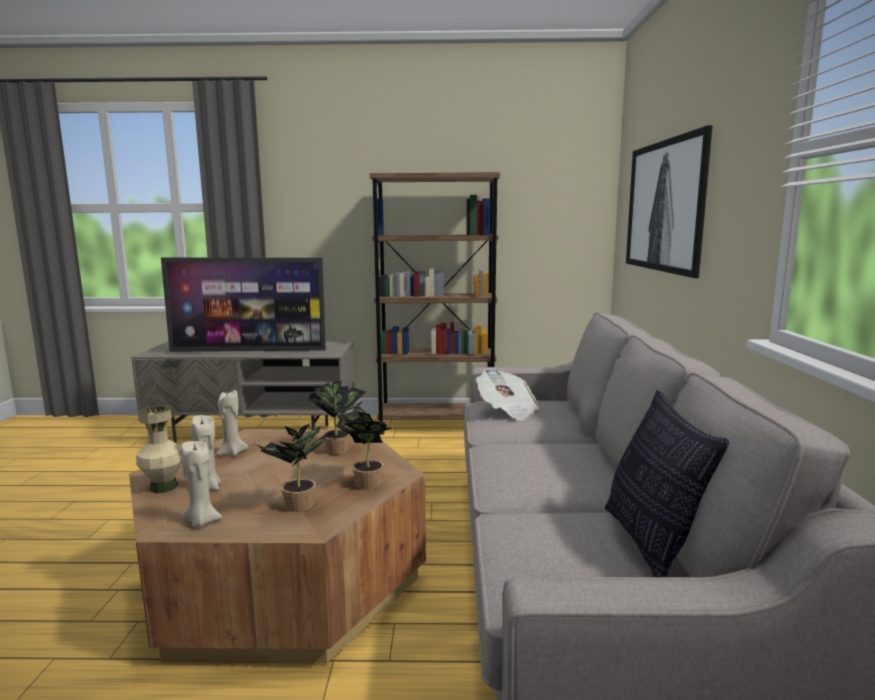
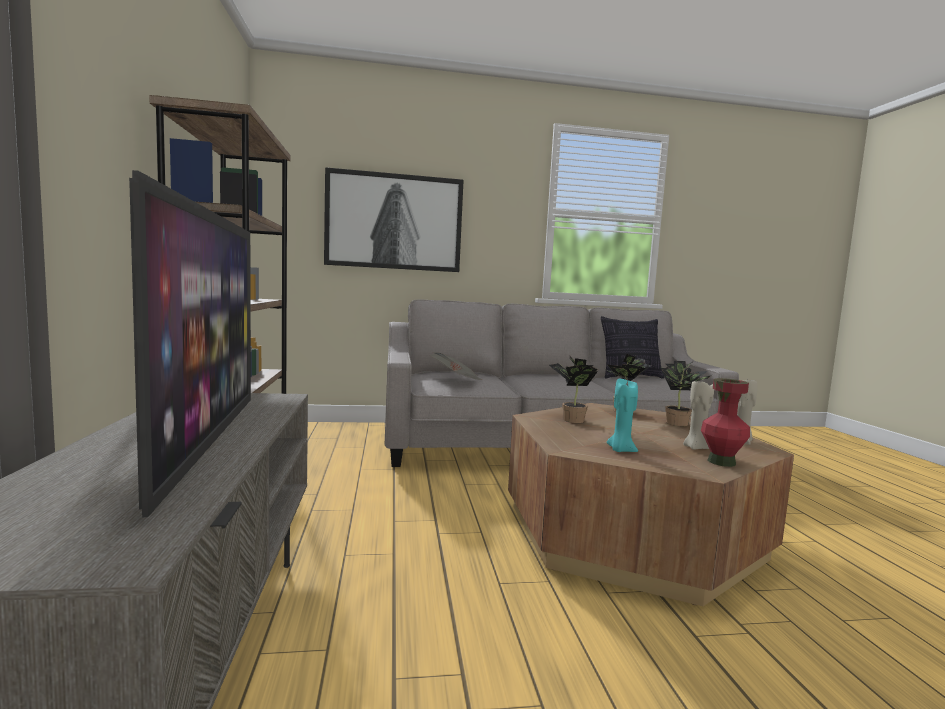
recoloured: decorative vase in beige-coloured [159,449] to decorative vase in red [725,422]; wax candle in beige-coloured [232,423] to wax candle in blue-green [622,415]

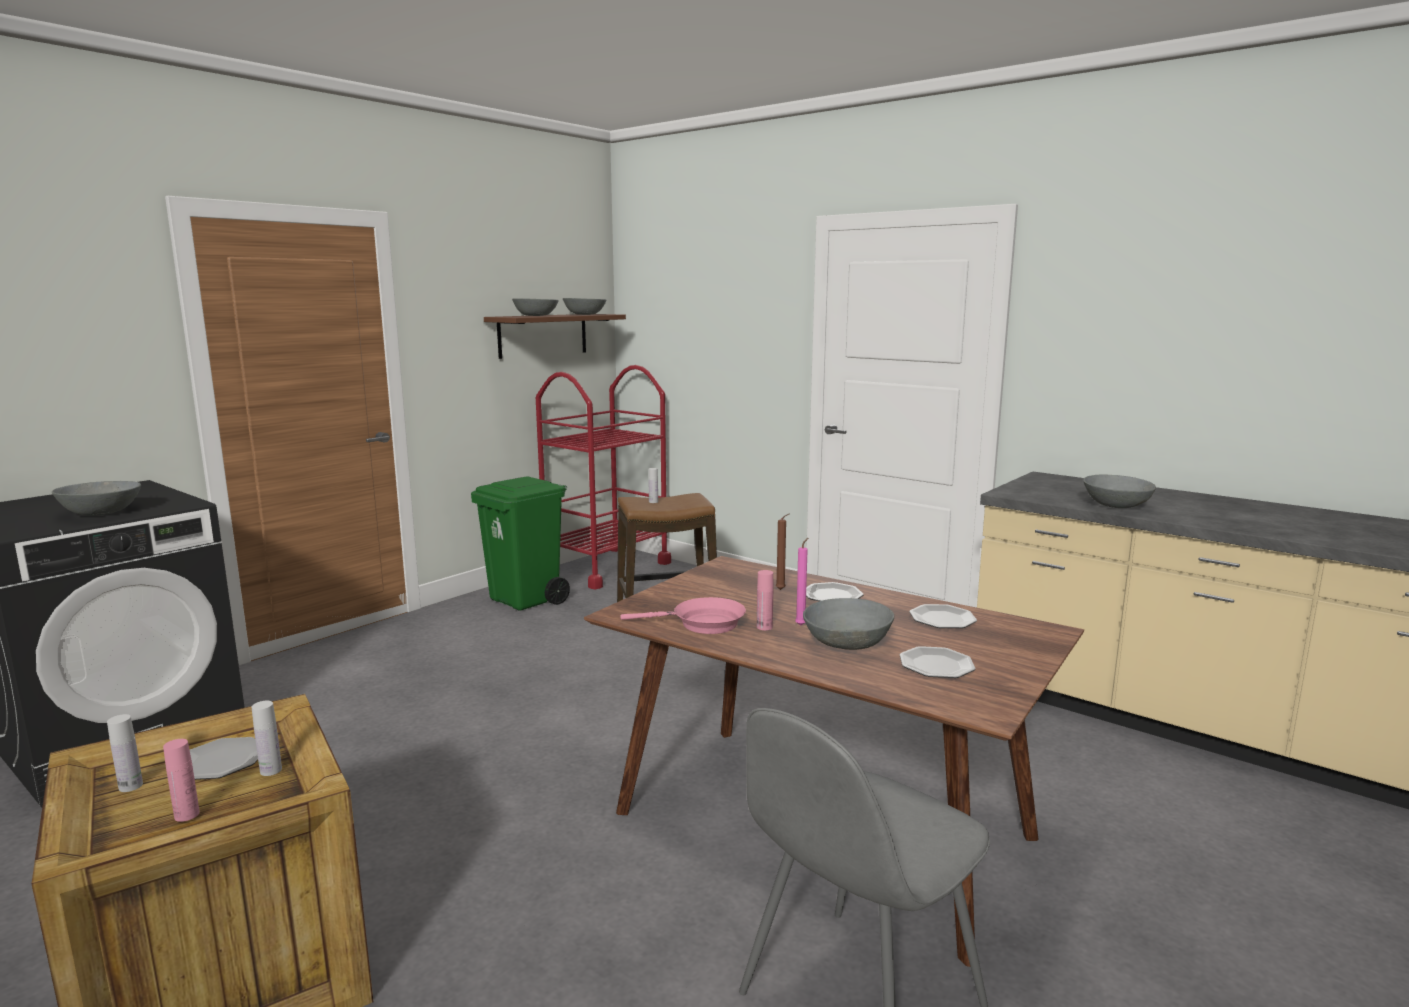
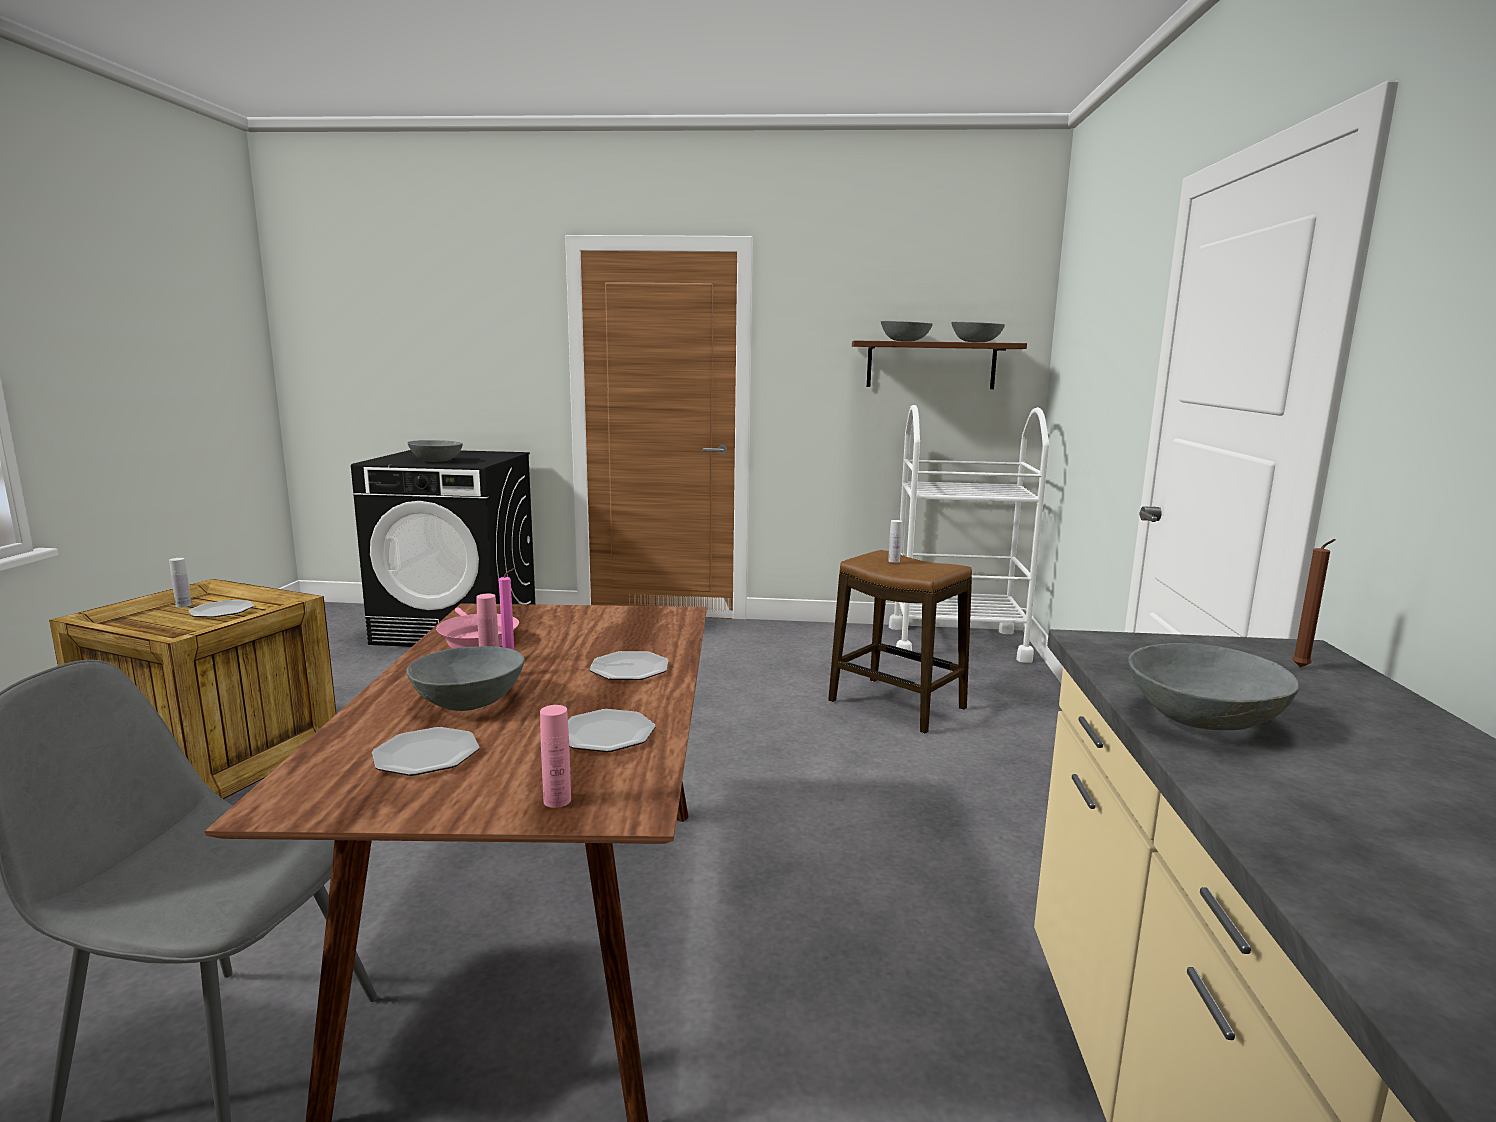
removed: drink bottle in whitish [267,738]; rubbish bin in green-coloured [520,543]
moved: drink bottle in pink-coloured [181,780] to [555,756]; wax candle in brown-coloured [783,551] to [1314,603]
recoloured: cart in red [603,477] to cart in whitish [969,534]

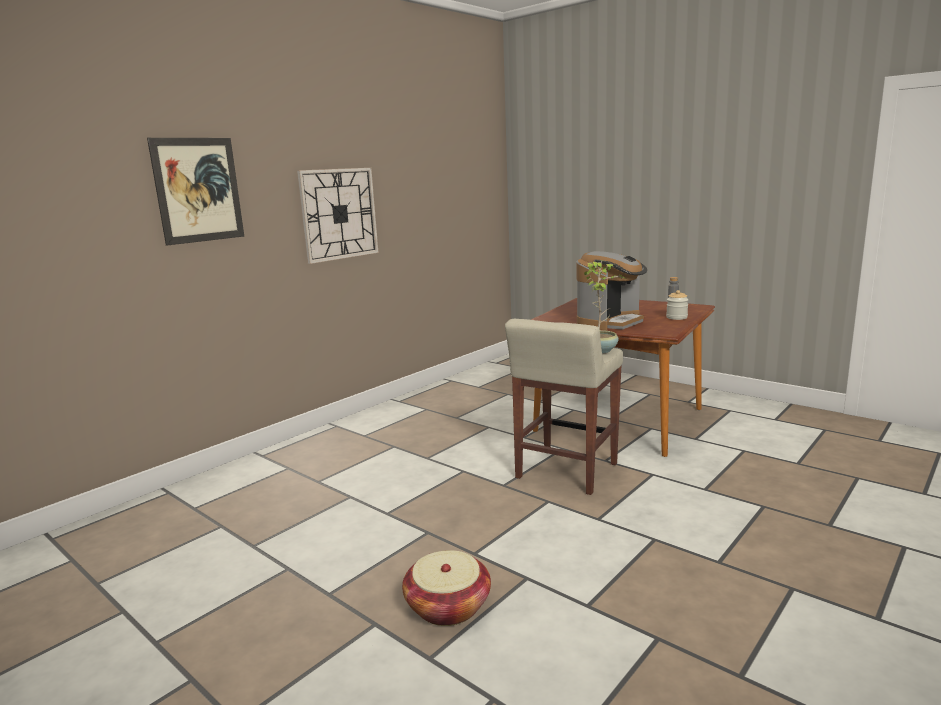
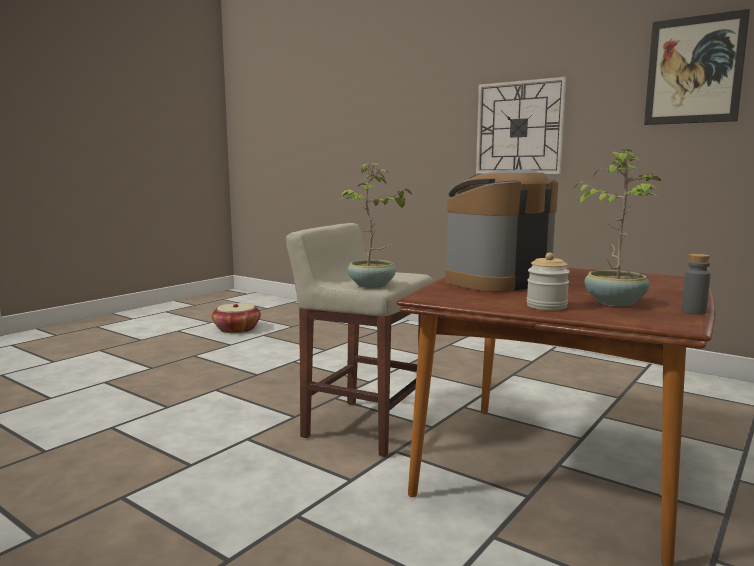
added: houseplant [617,227]
moved: picture [195,192] to [697,67]; household basket [446,588] to [236,318]
turned: coffee maker [611,290] = [501,231] 105 degrees clockwise

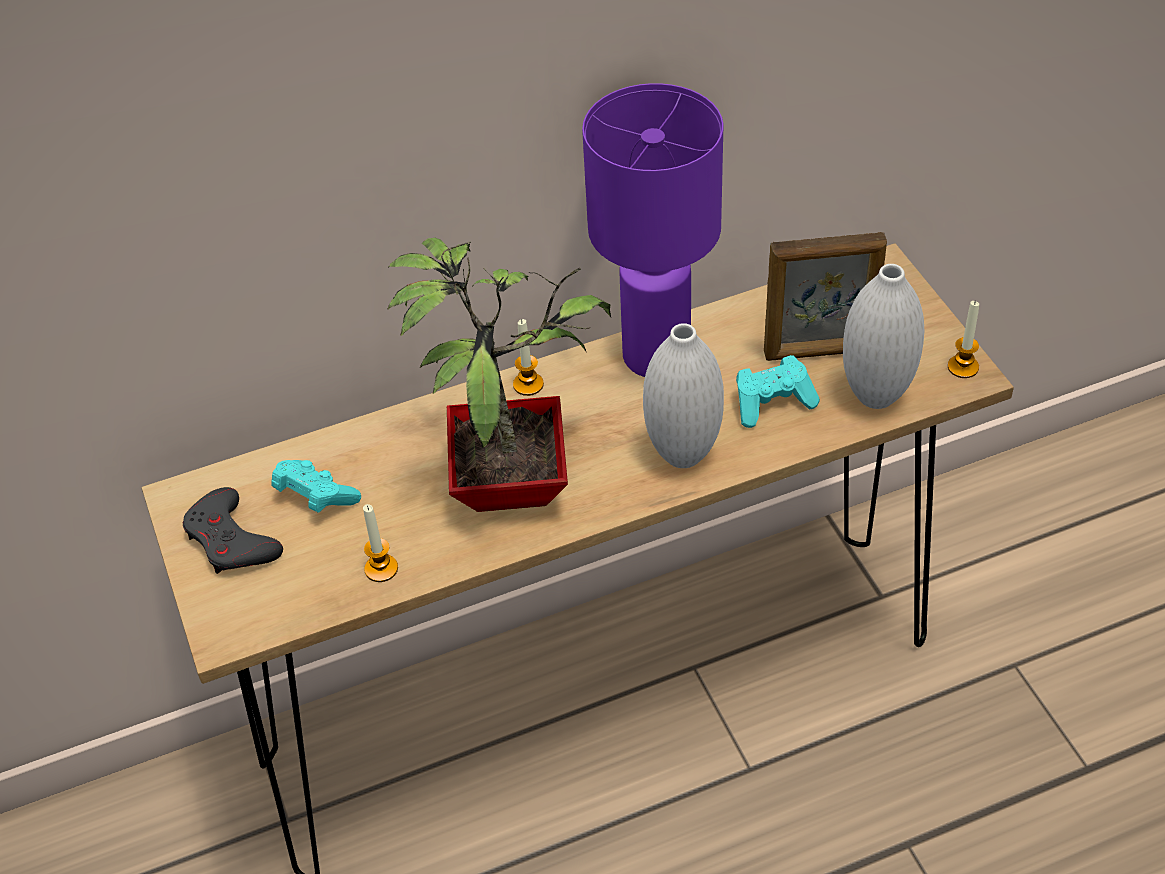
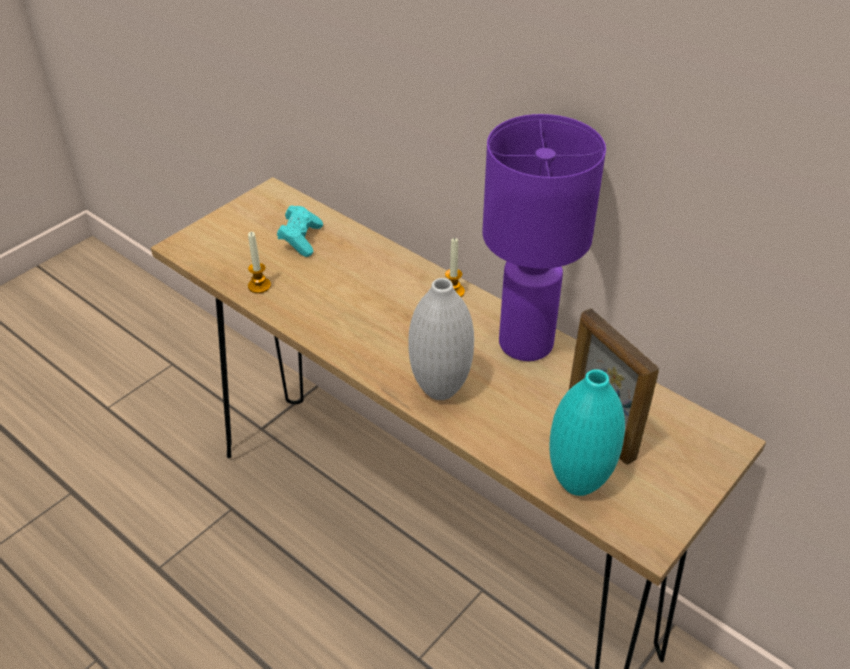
removed: game controller in greyish [233,530]; houseplant [499,375]; game controller in blue-green [778,391]; wax candle [963,339]
recoloured: decorative vase in whitish [883,336] to decorative vase in blue-green [587,432]

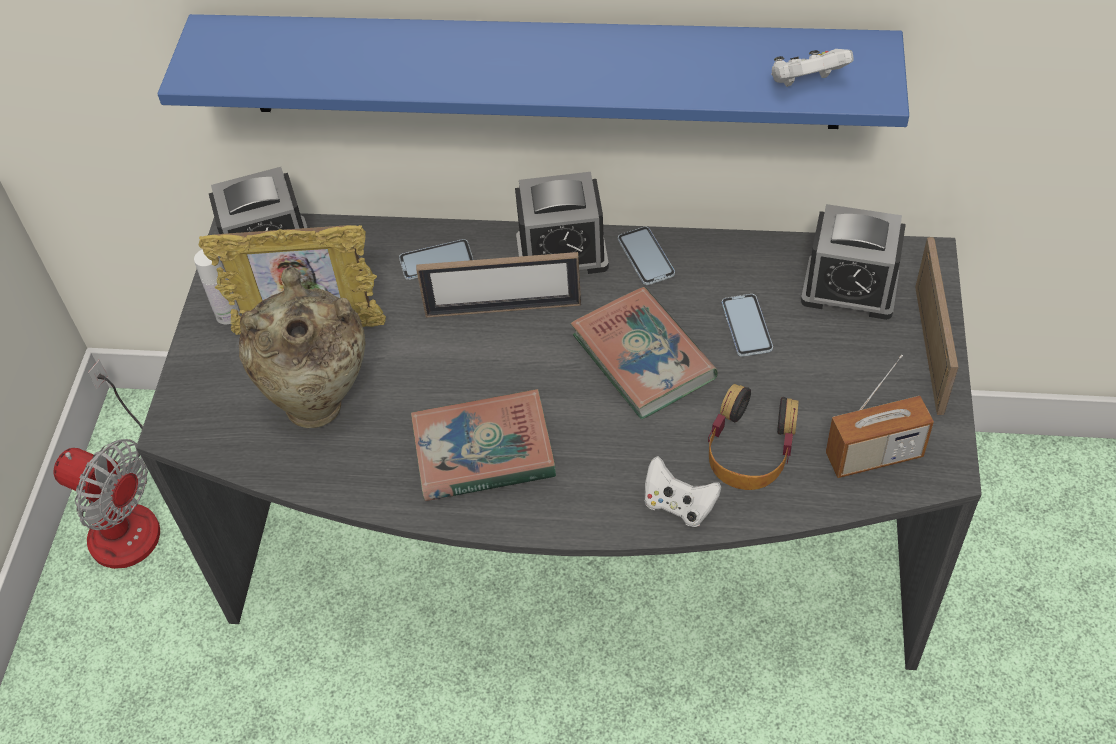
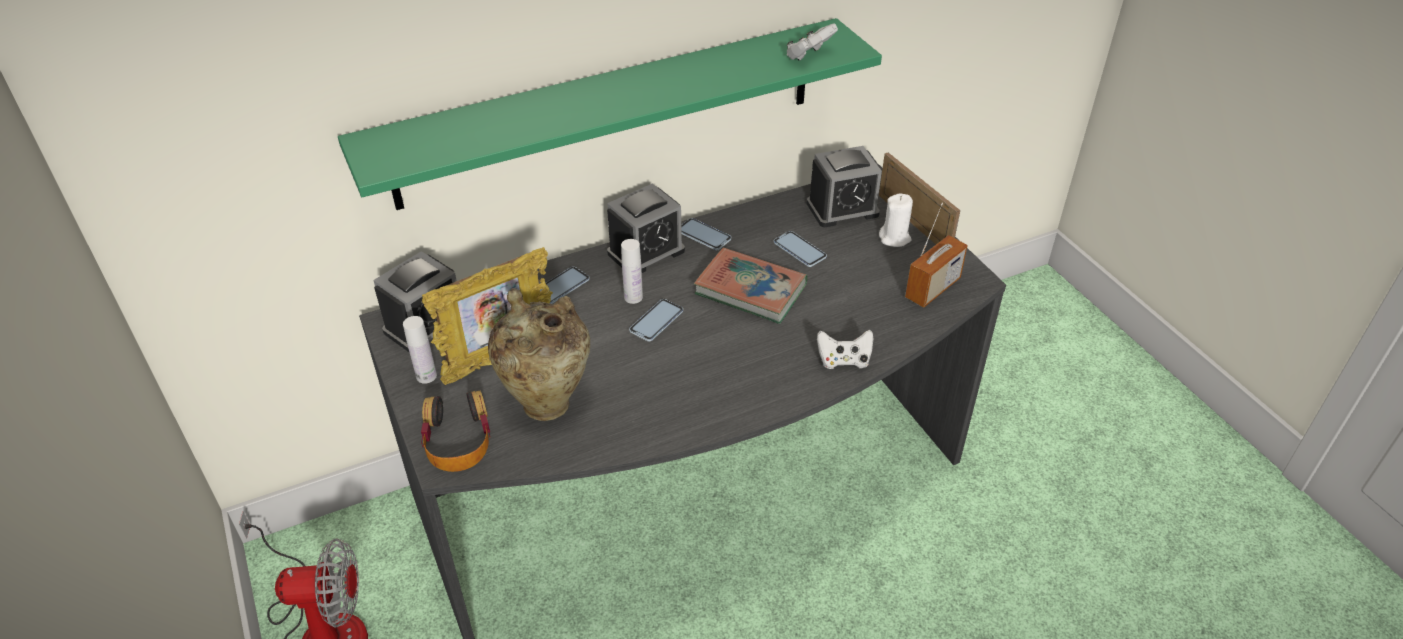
removed: book [483,445]
added: handset [656,320]; wax candle in whitish [896,220]
moved: pair of headphones [753,437] to [455,431]
replaced: picture frame [498,285] to drink bottle in whitish [632,271]
recoloured: wall shelf in blue [533,71] to wall shelf in green-coloured [610,114]

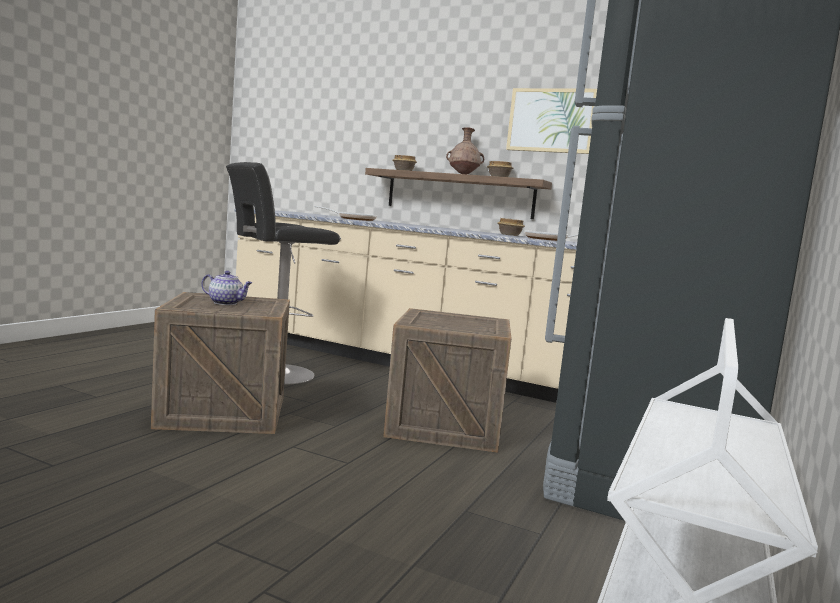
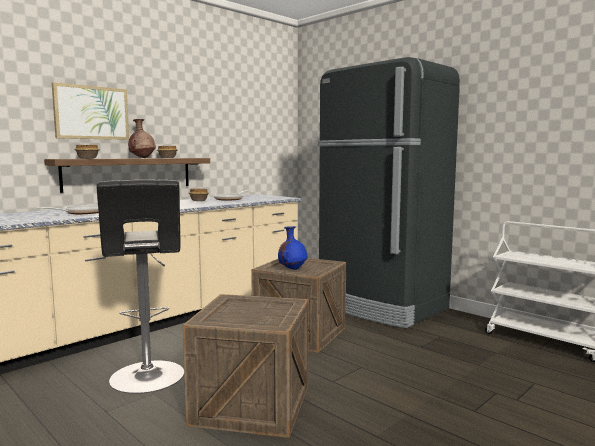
removed: pot for tea [227,288]
added: decorative vase in blue [292,248]
moved: picture [551,121] to [90,111]

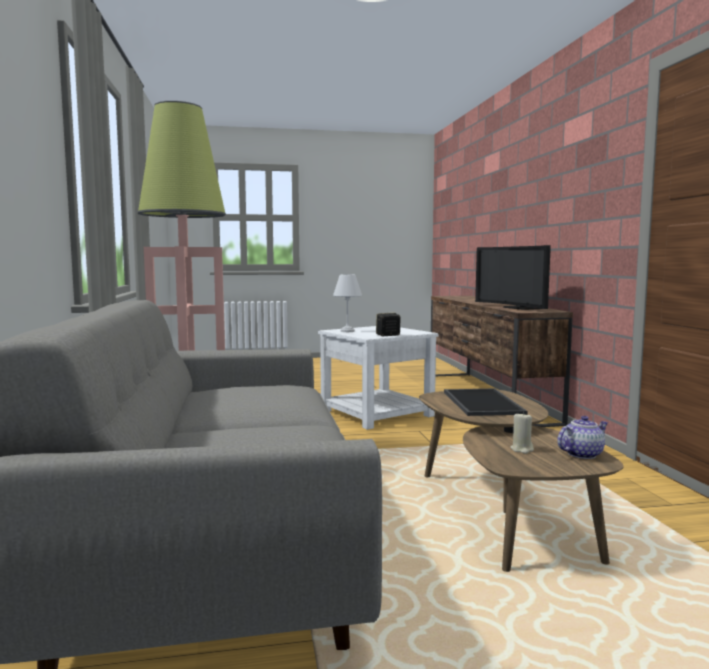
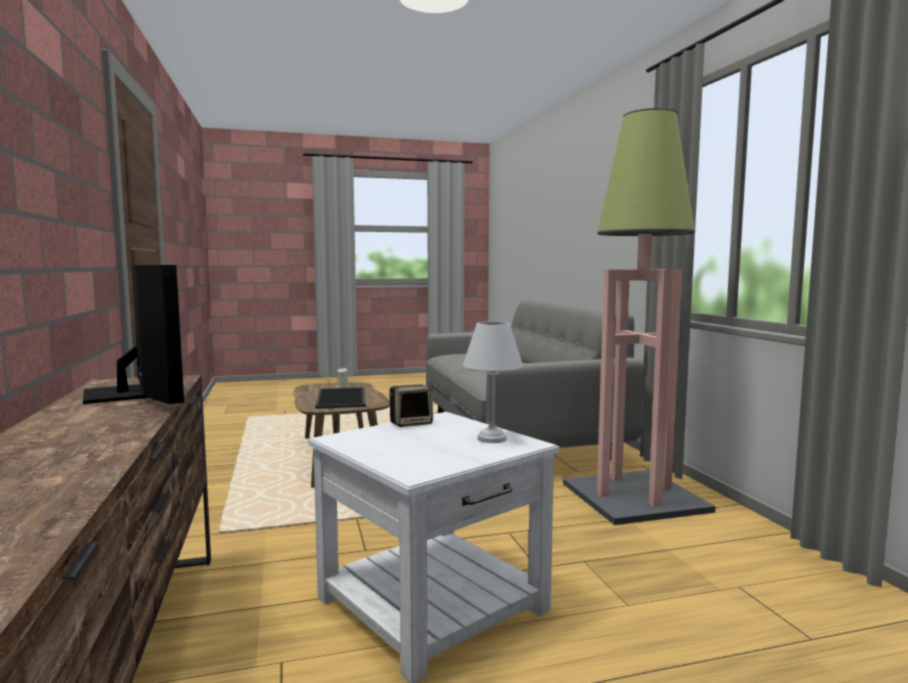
removed: pot for tea [582,437]

